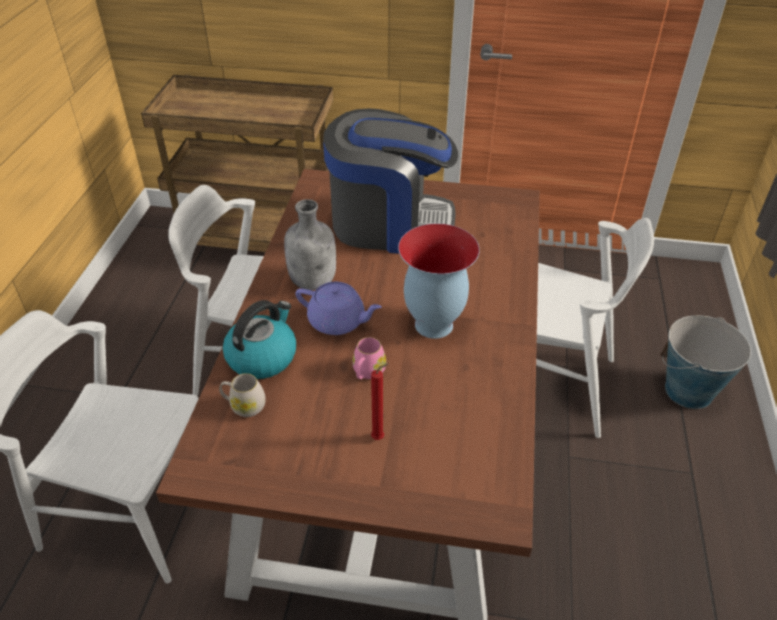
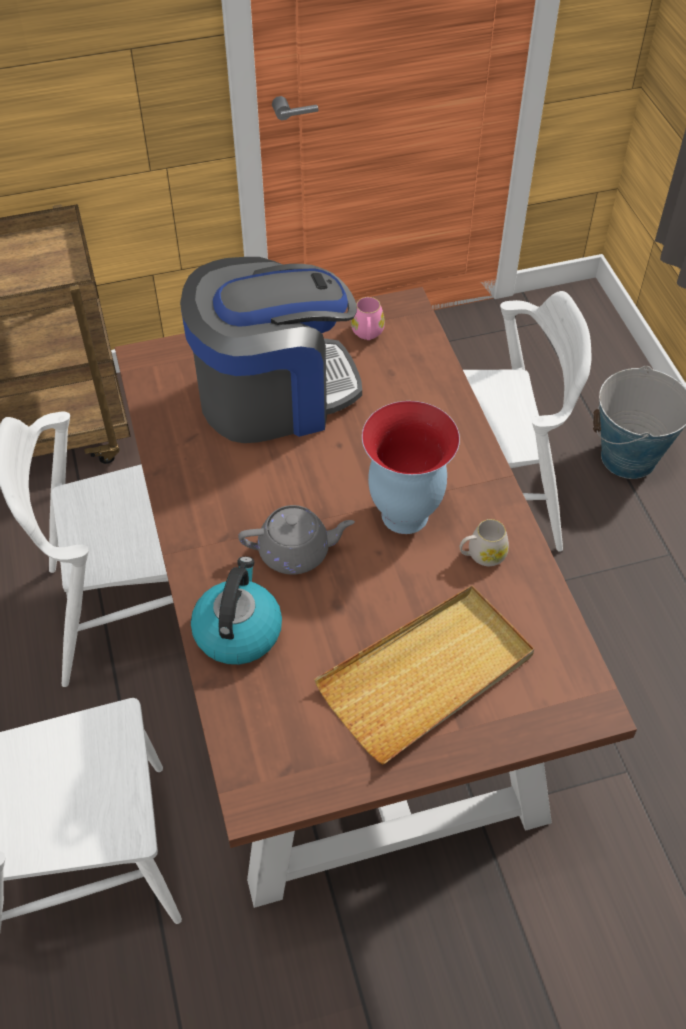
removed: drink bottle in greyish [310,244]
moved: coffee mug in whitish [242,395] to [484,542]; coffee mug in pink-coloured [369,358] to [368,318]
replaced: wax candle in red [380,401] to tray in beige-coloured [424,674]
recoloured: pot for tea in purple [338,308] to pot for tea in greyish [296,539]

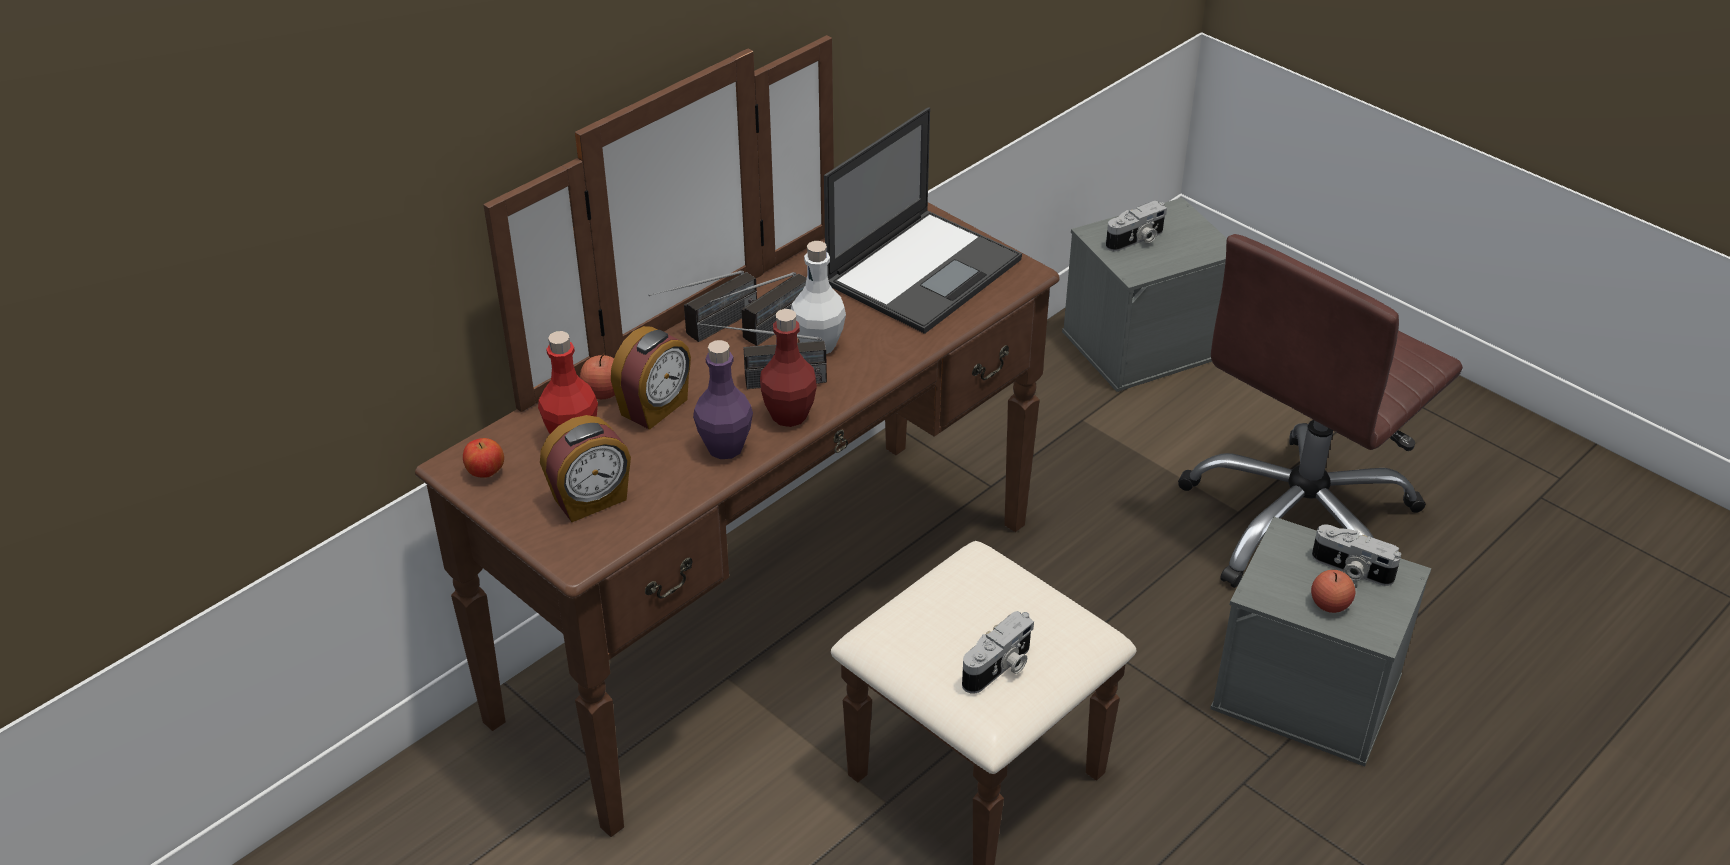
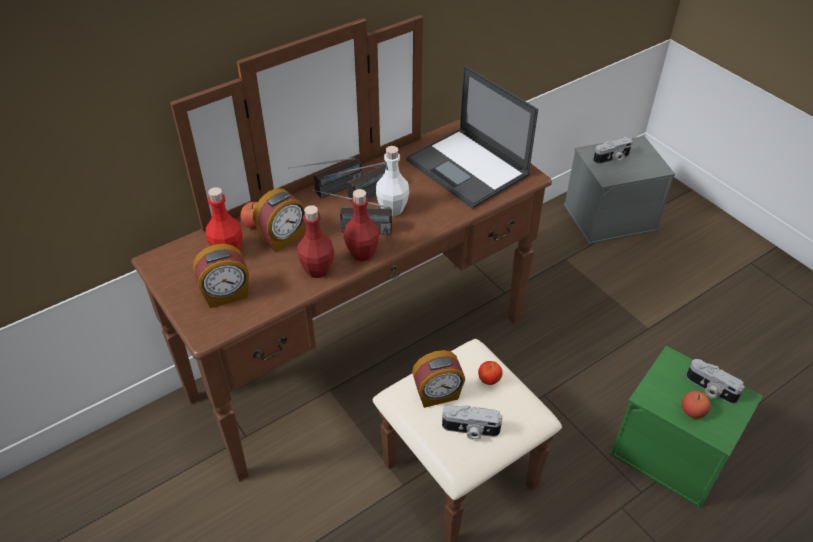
removed: office chair in brown-coloured [1320,411]
added: bedside clock [438,379]
moved: apple fruit [483,458] to [490,373]
recoloured: drink bottle in purple [723,399] to drink bottle in red [315,241]; storage box in greyish [1320,641] to storage box in green-coloured [686,427]
turned: notebook computer [923,220] = [472,137] 90 degrees clockwise; still camera [998,652] = [472,422] 45 degrees clockwise

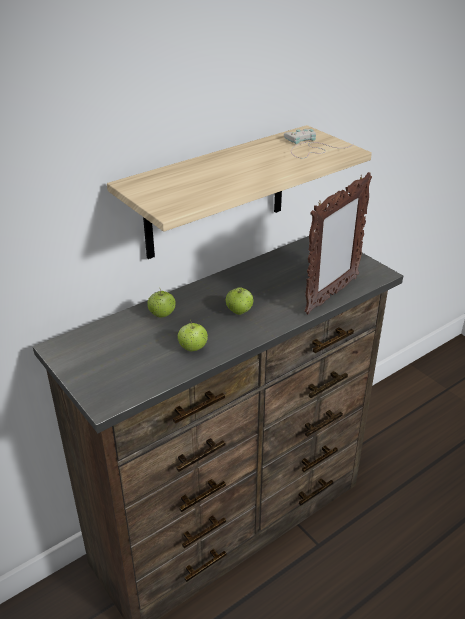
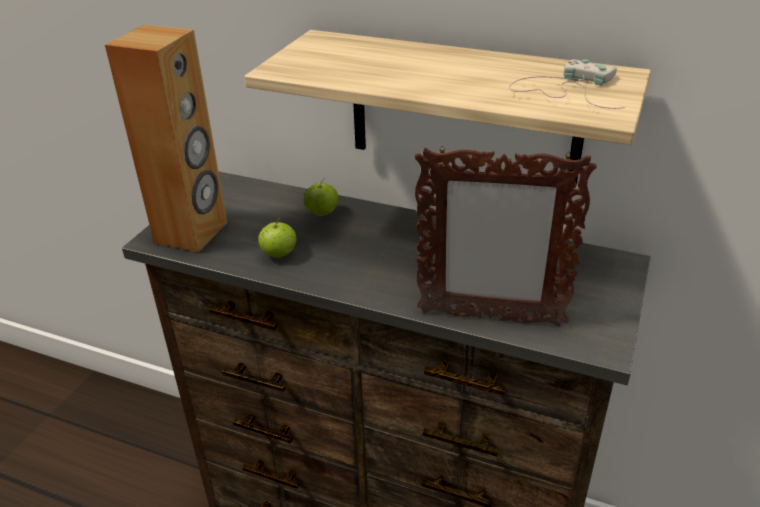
removed: apple fruit [239,301]
added: speaker in brown-coloured [166,138]

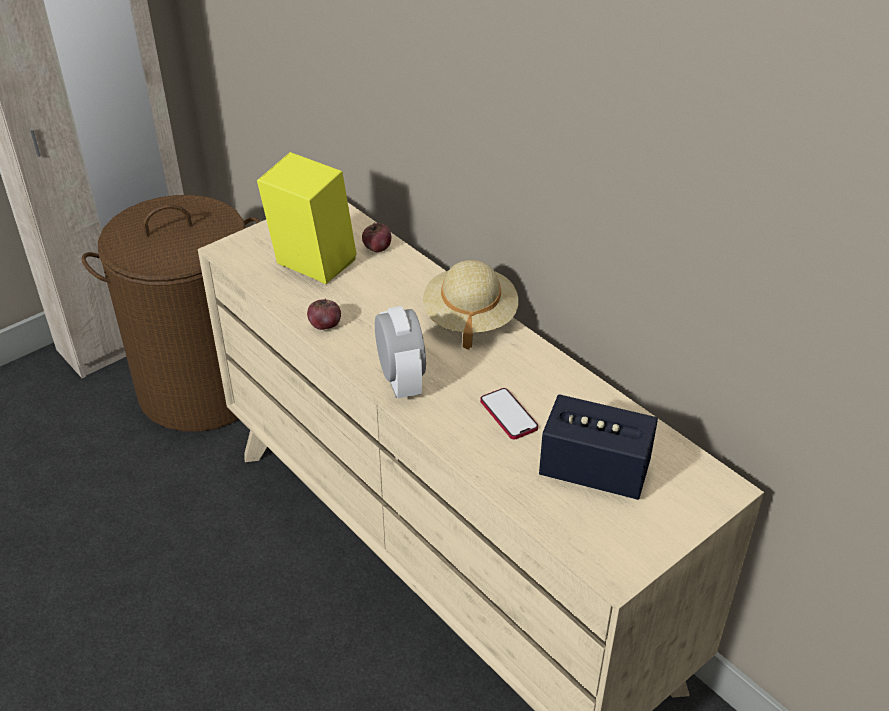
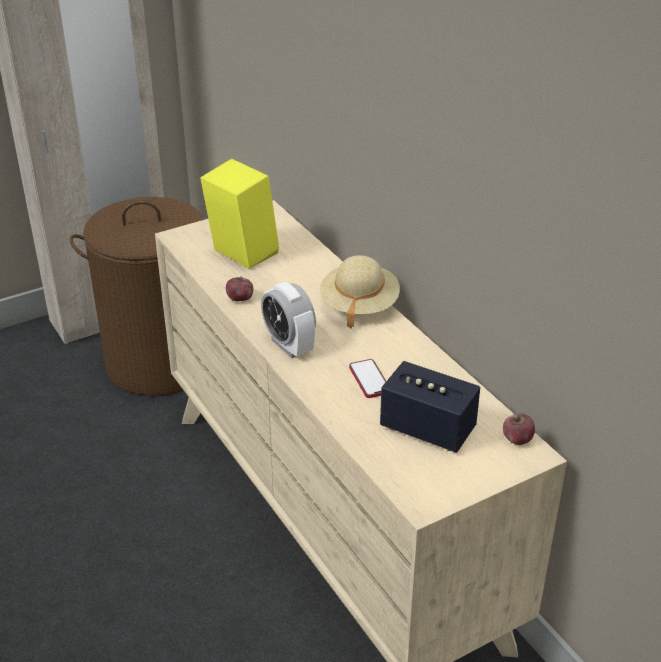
moved: apple fruit [376,237] to [519,429]
turned: bedside clock [400,352] = [288,320] 150 degrees clockwise

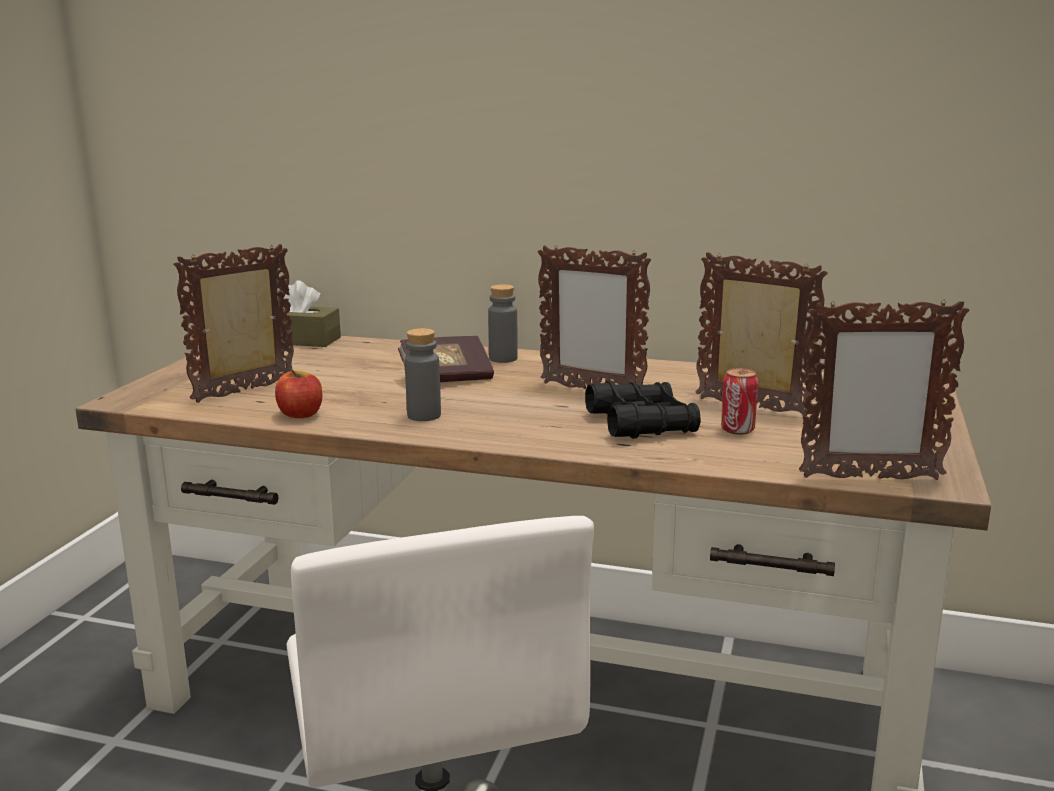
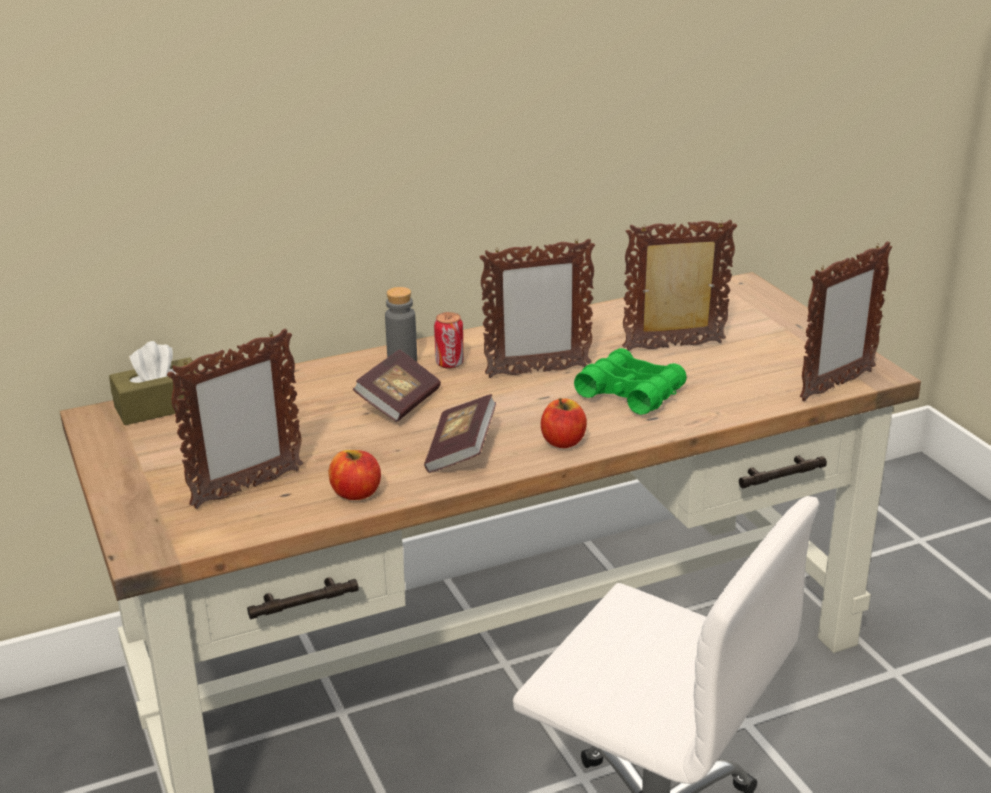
added: apple fruit [564,423]
moved: can [739,401] to [449,340]
replaced: drink bottle in greyish [423,374] to book [460,433]
recoloured: field glasses in black-coloured [643,410] to field glasses in green-coloured [630,381]
turned: picture frame [233,323] = [235,419] 135 degrees counterclockwise

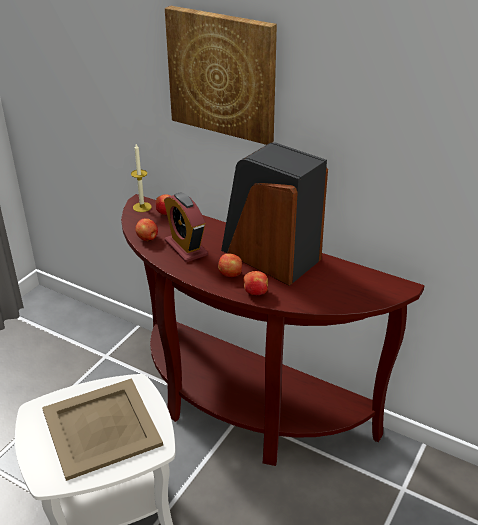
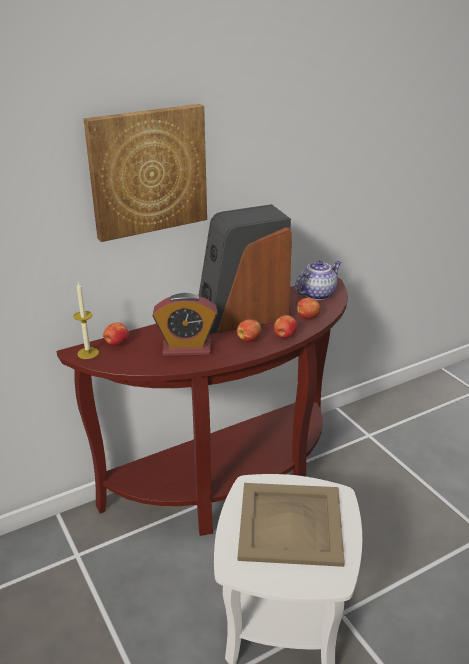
added: pot for tea [318,280]
moved: apple fruit [146,229] to [308,308]

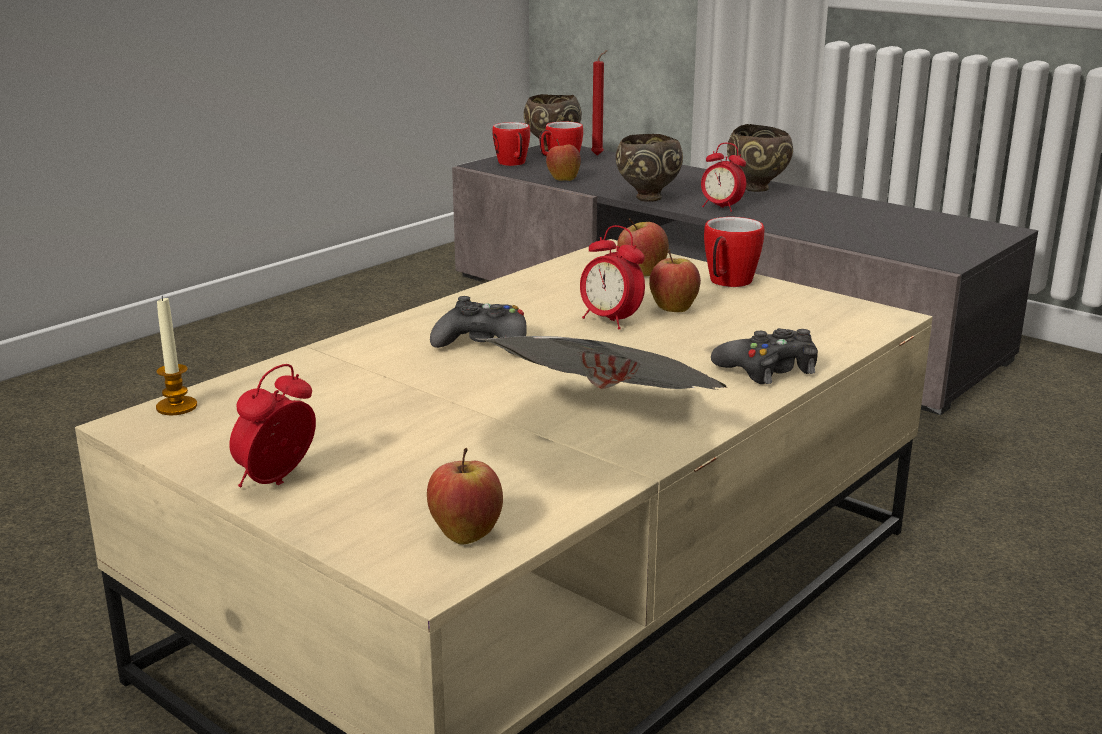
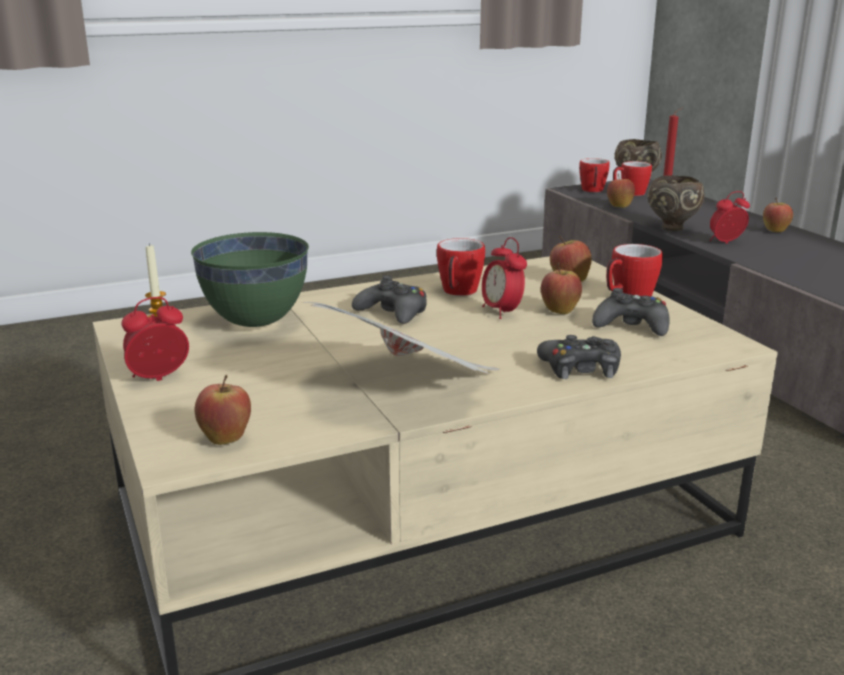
added: bowl in green-coloured [250,279]; coffee mug [461,267]; game controller in black-coloured [631,312]
replaced: bowl in brown-coloured [760,158] to apple fruit [778,215]
turned: bedside clock [723,177] = [730,217] 105 degrees clockwise

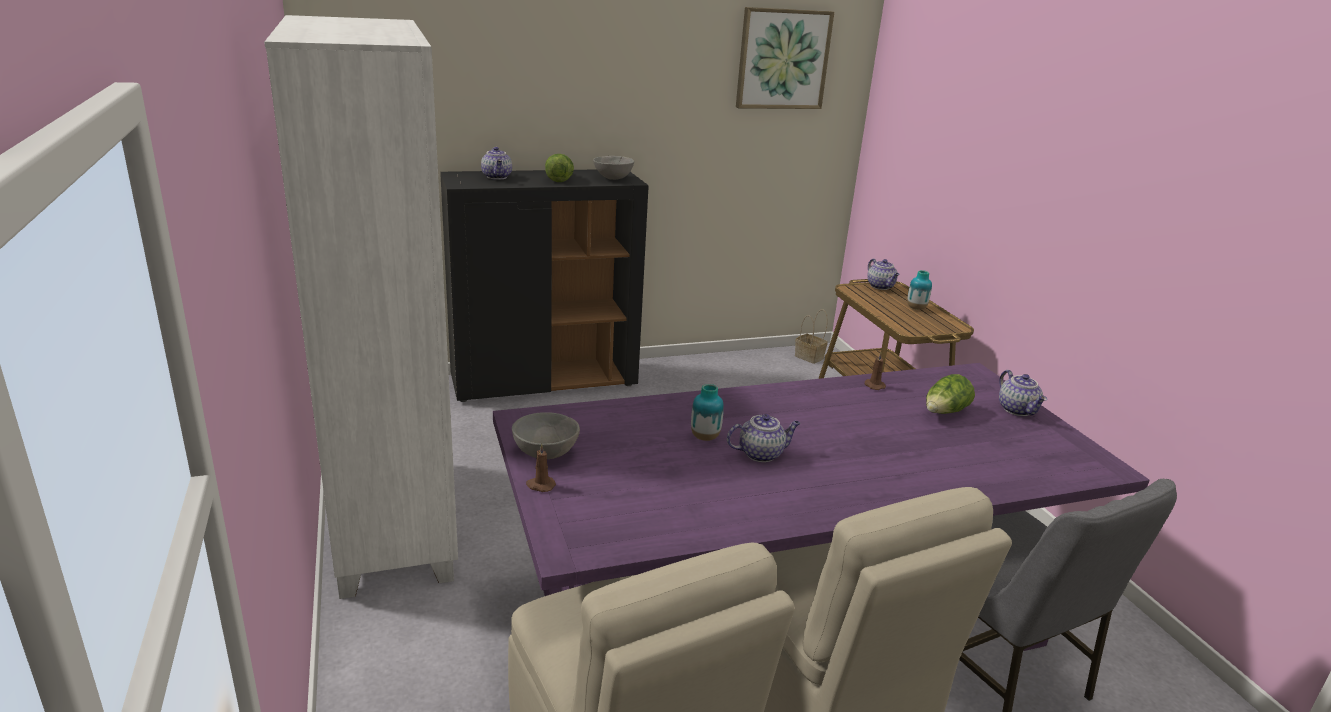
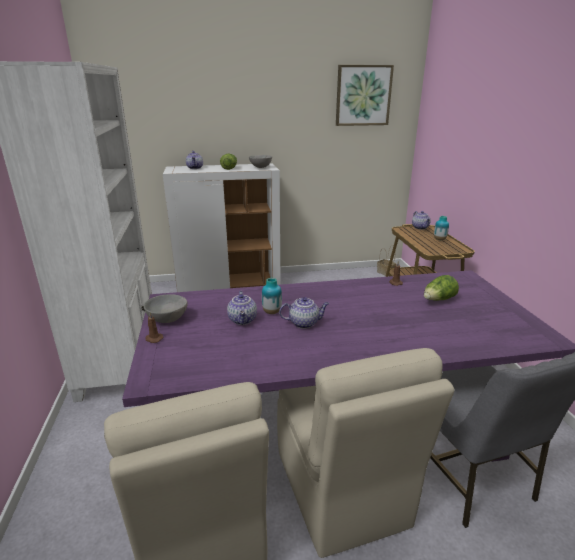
moved: pot for tea [1023,393] to [242,308]
recoloured: cabinet in black-coloured [544,285] to cabinet in whitish [222,227]

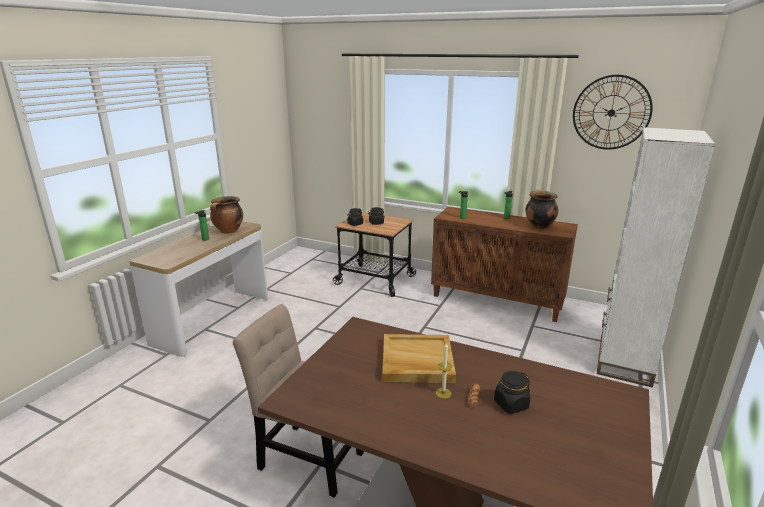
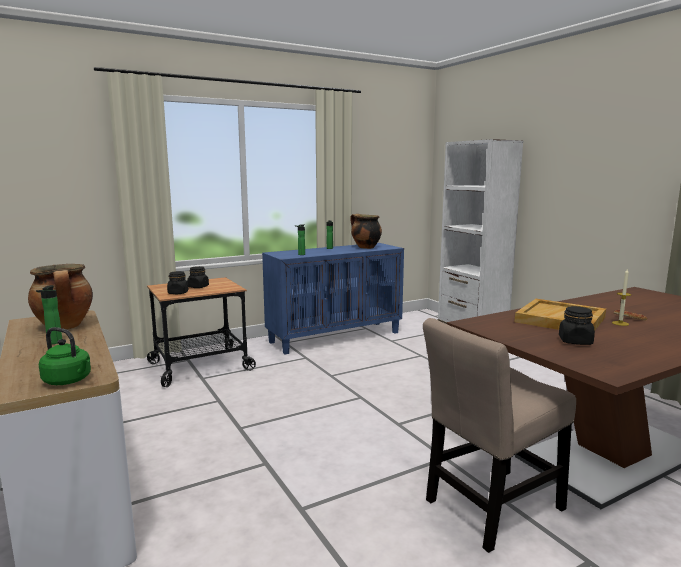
removed: clock on the wall [613,112]
added: kettle in green-coloured [65,356]
moved: jar in black-coloured [512,392] to [577,325]
recoloured: cabinet in brown-coloured [504,264] to cabinet in blue [333,298]

